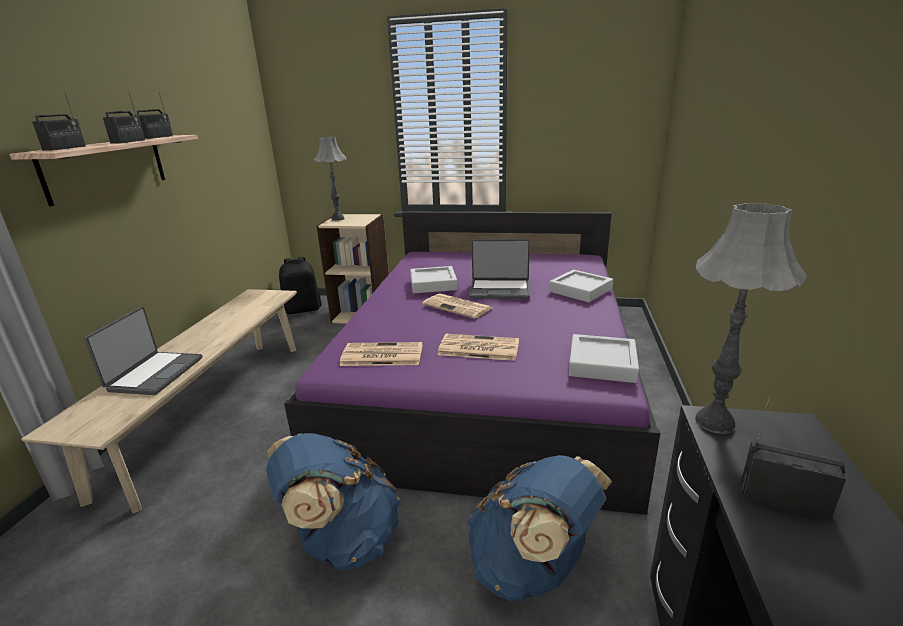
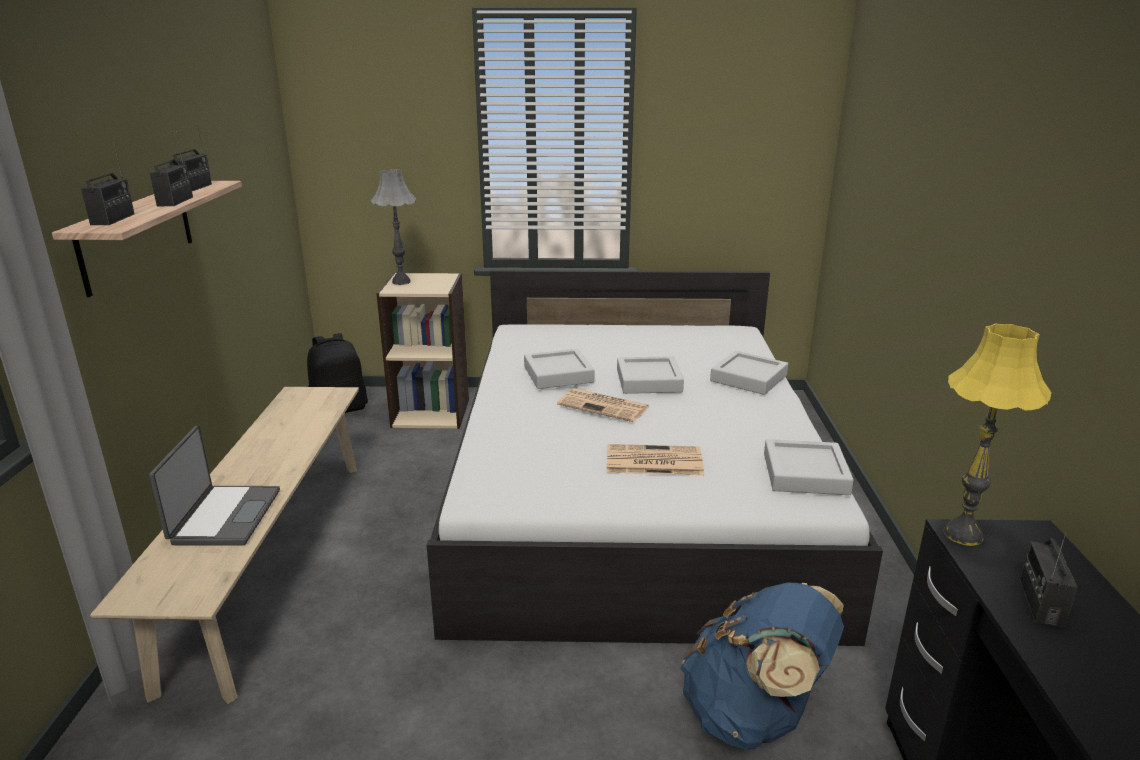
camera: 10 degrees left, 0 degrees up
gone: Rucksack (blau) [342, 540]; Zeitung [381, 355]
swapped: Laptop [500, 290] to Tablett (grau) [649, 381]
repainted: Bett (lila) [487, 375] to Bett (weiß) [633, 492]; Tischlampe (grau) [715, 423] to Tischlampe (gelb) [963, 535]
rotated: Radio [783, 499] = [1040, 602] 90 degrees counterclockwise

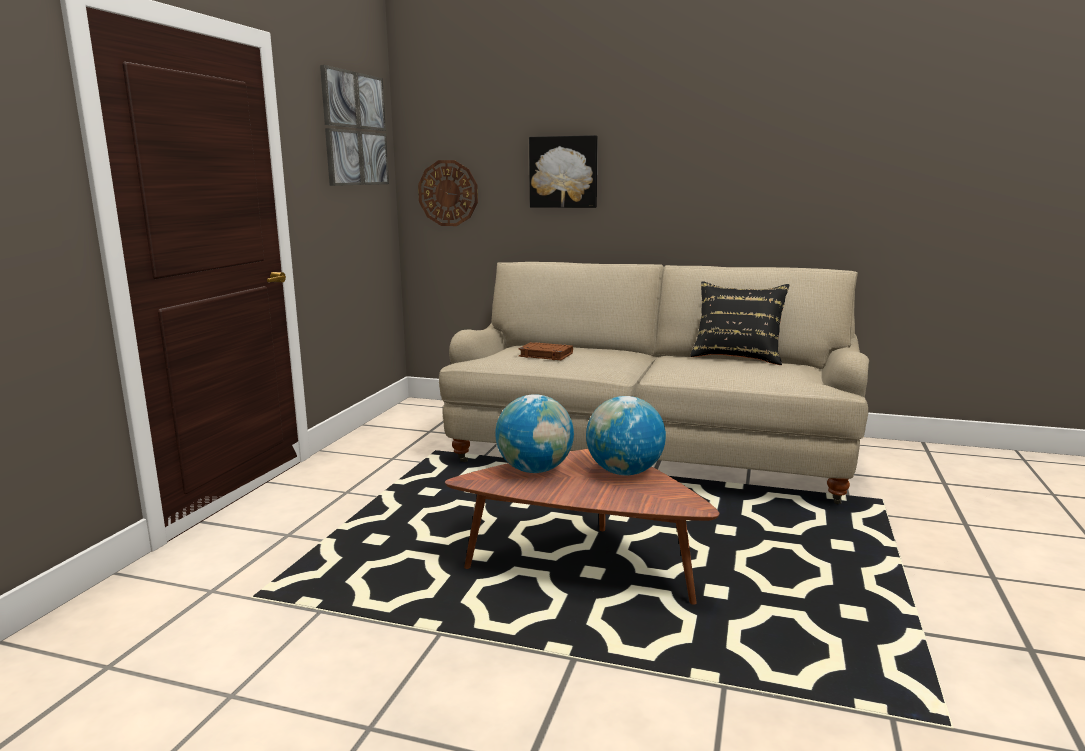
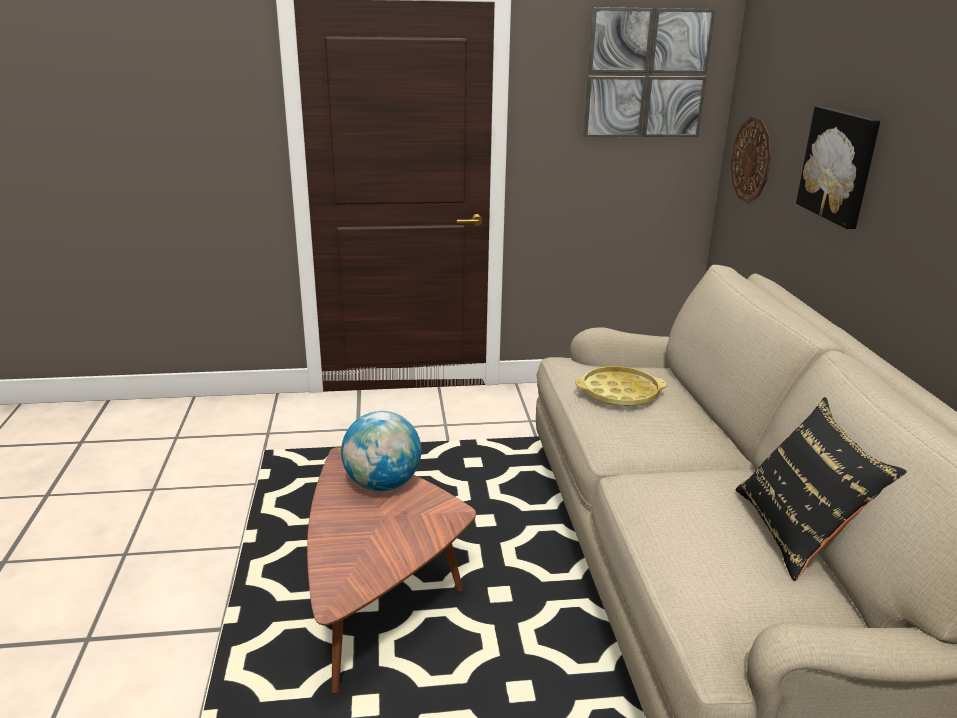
camera: 65 degrees right, 10 degrees up
gone: Globus [624, 472]
swapped: Buch (braun) [545, 355] to Tablett (gelb) [619, 393]

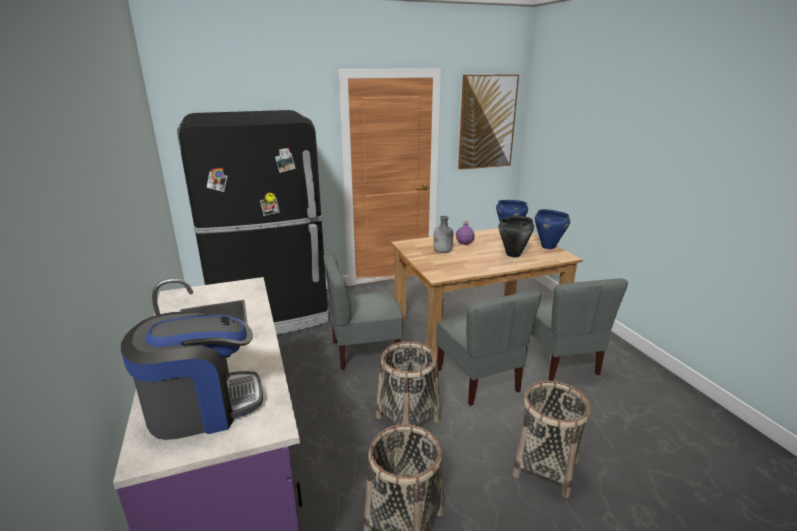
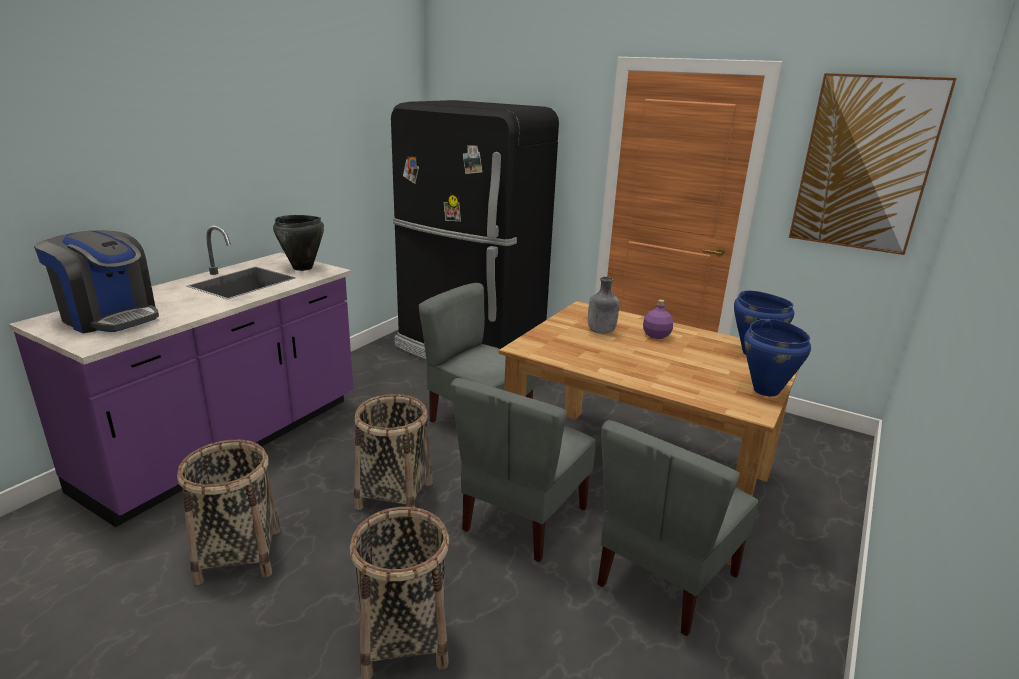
camera: 50 degrees right, 0 degrees up
shifted: Kochtopf (schwarz) [513, 254] to [303, 268]

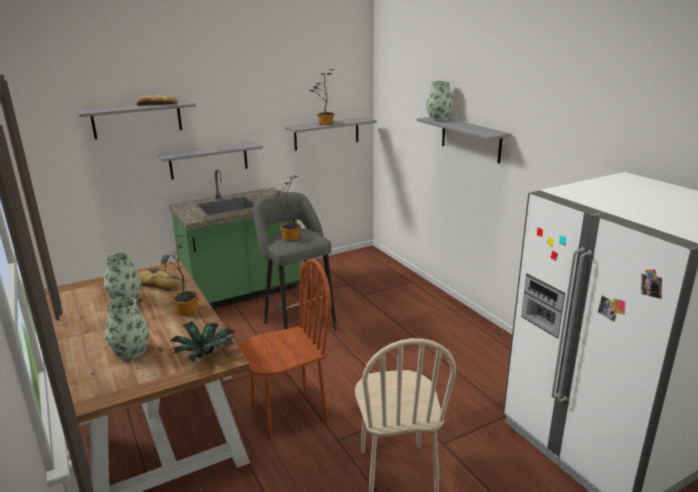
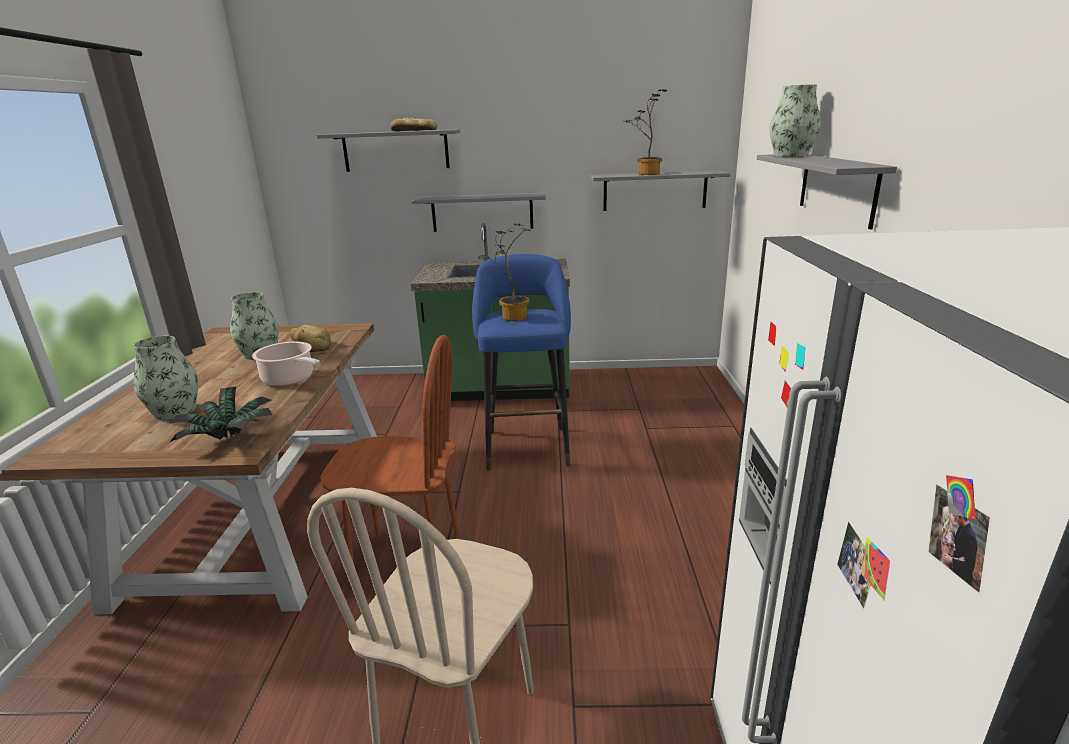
camera: 30 degrees right, 0 degrees up
swapped: Topfpflanze [183, 311] to Kochtopf [290, 379]
repainted: Hocker (grau) [297, 324] to Hocker (blau) [527, 445]

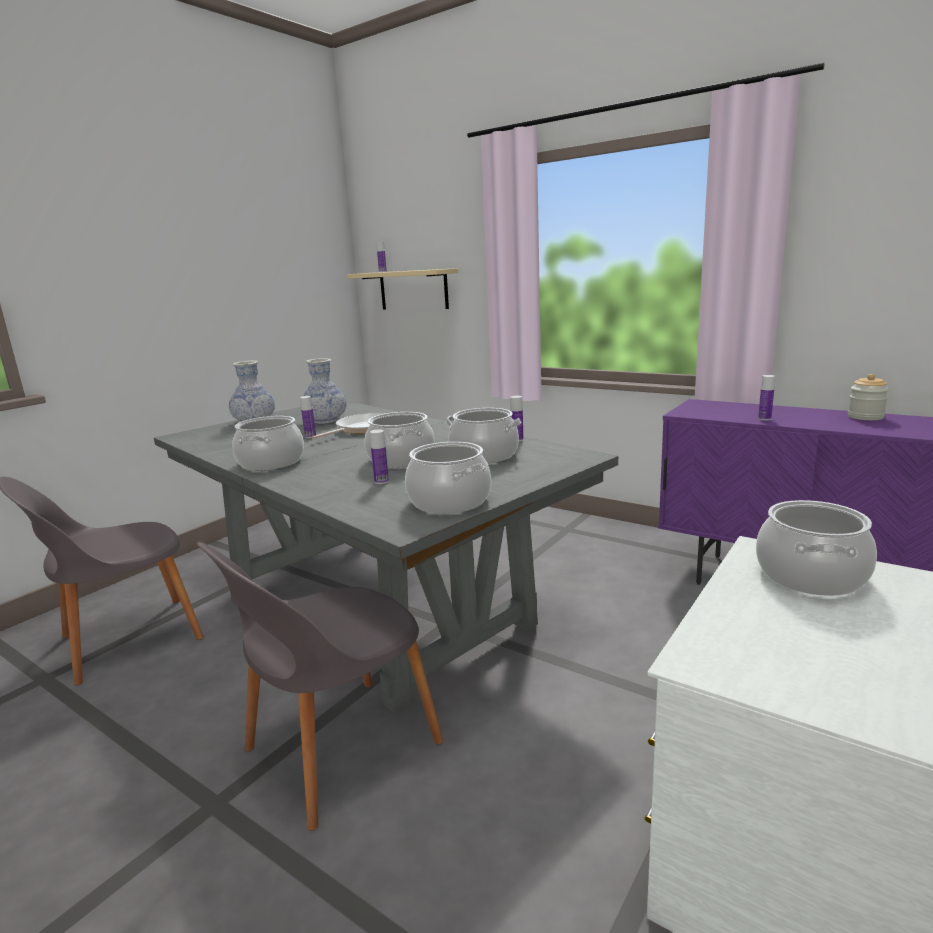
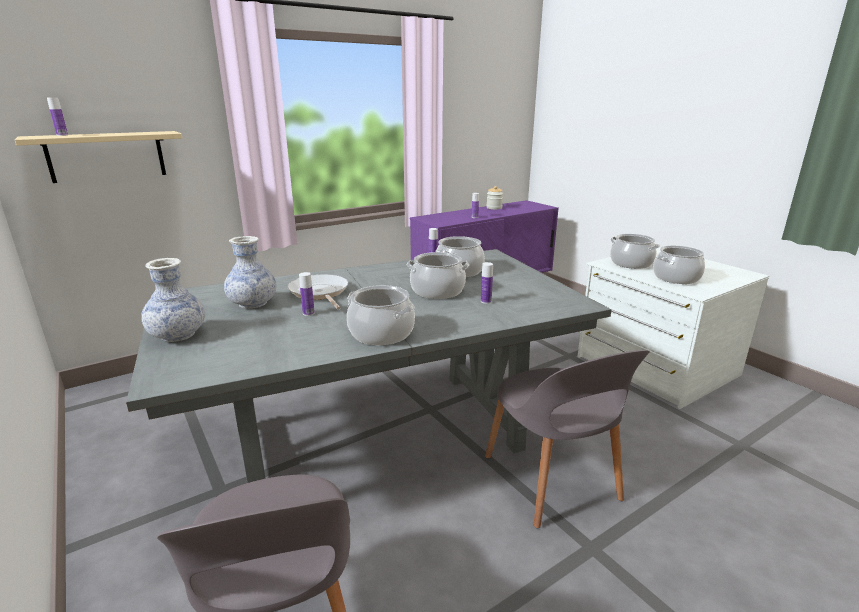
camera: 70 degrees left, 5 degrees up
shifted: Kochtopf [448, 501] to [676, 278]

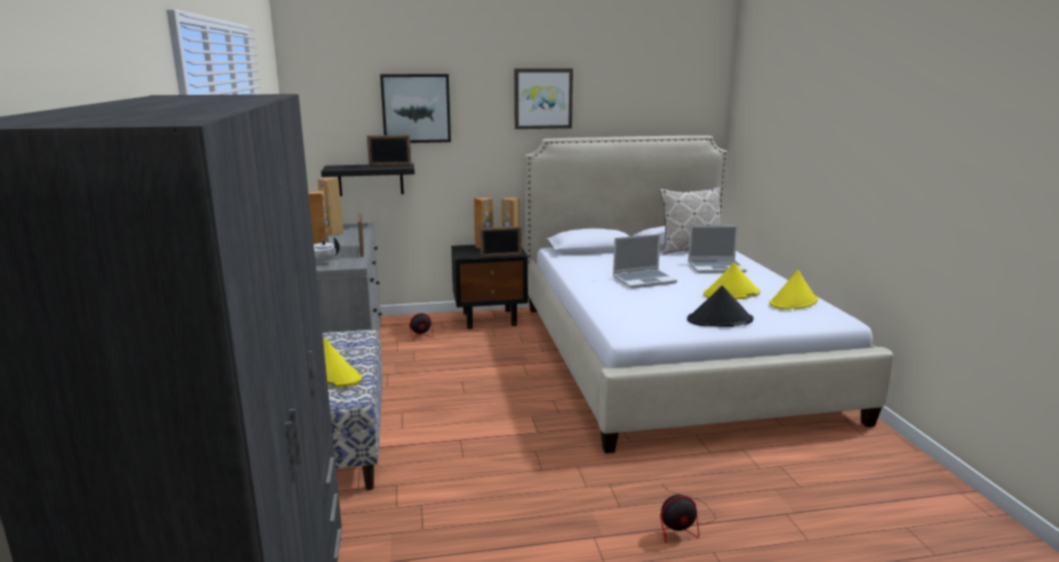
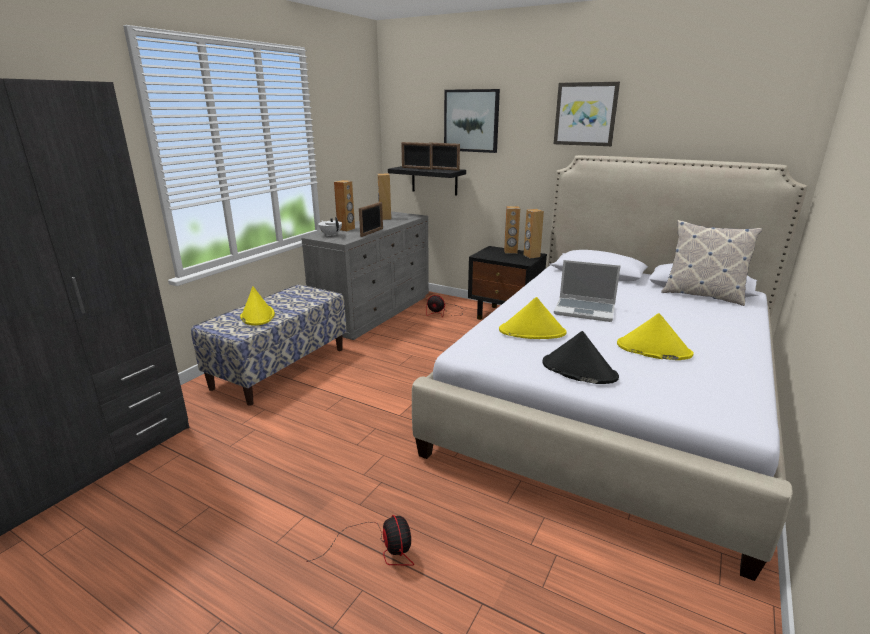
camera: 40 degrees right, 5 degrees up
gone: Laptop [716, 267]
shifted: Bilderrahmen [501, 256] to [416, 168]; Hut (gelb) [793, 302] to [532, 332]
rotated: Ventilator [682, 523] = [380, 549] 135 degrees counterclockwise

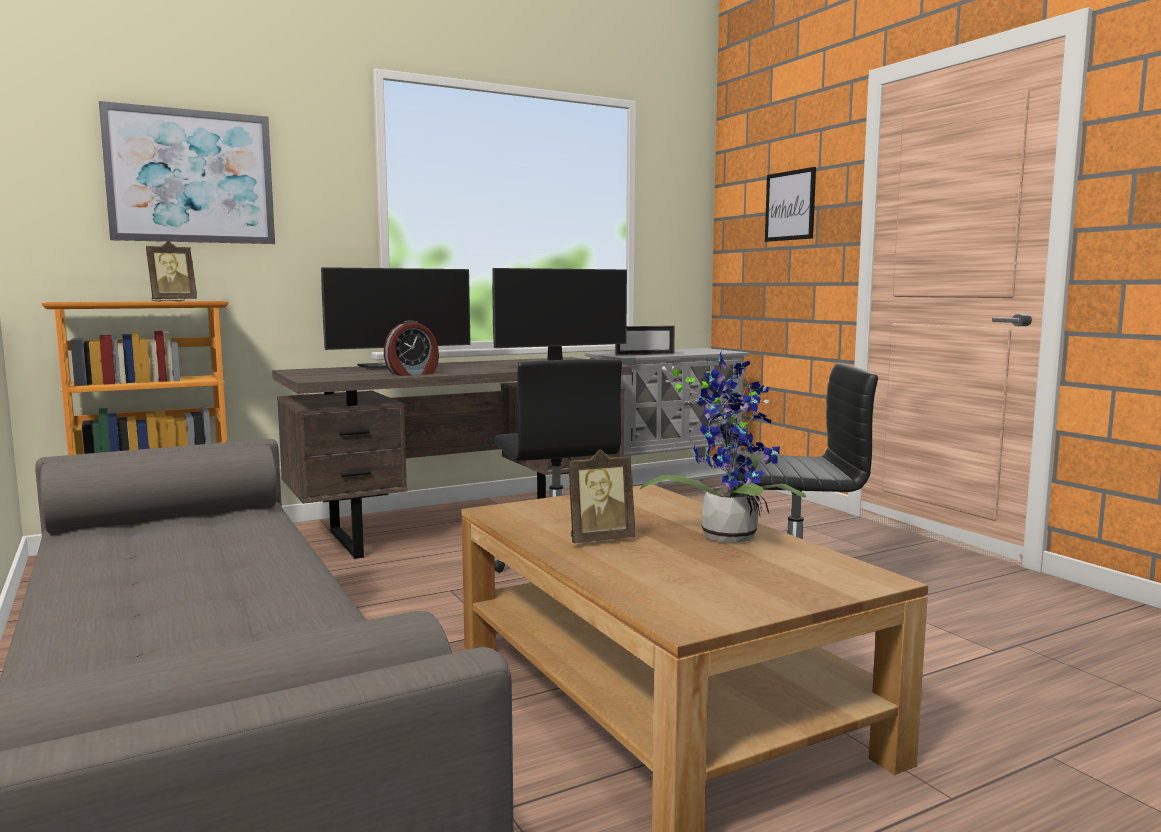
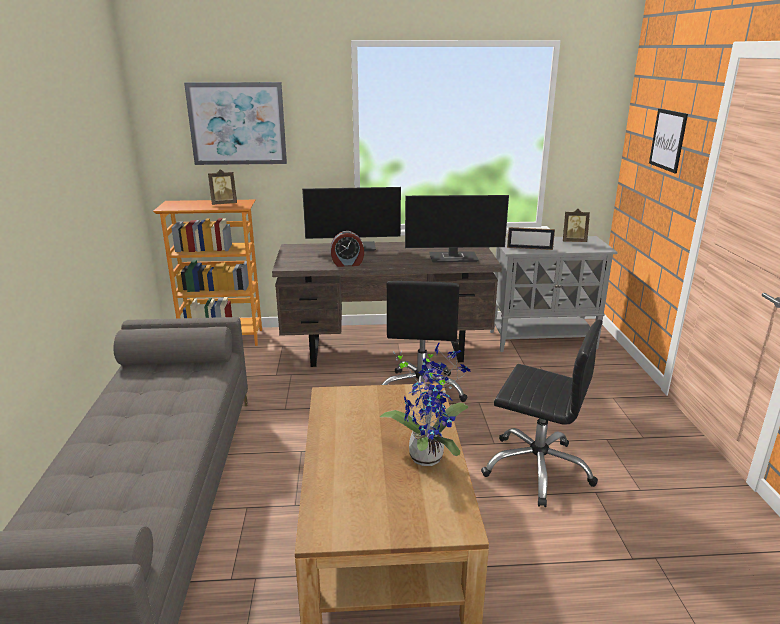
camera: 25 degrees right, 15 degrees up
shifted: Bilderrahmen [599, 539] to [573, 241]

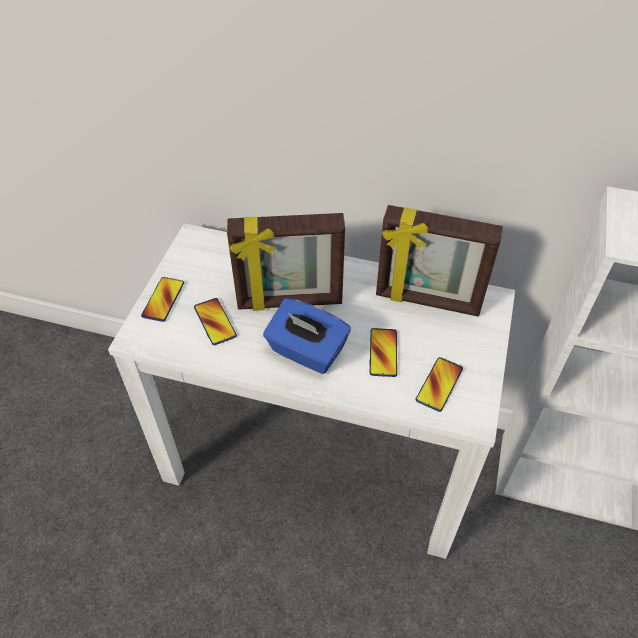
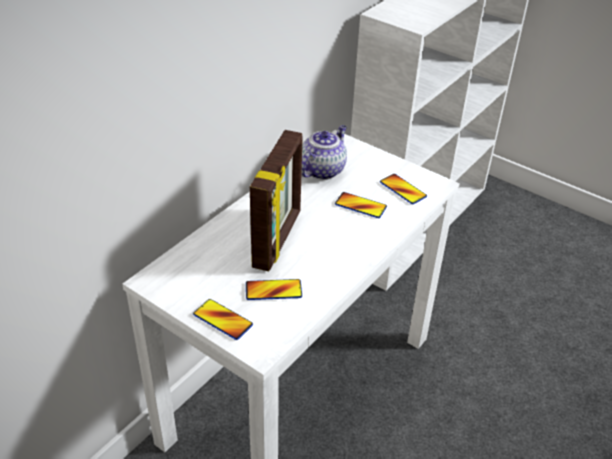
camera: 70 degrees left, 10 degrees down
gone: Taschentuchbox (blau) [306, 351]
swapped: Bilderrahmen [427, 301] to Teekanne [322, 170]

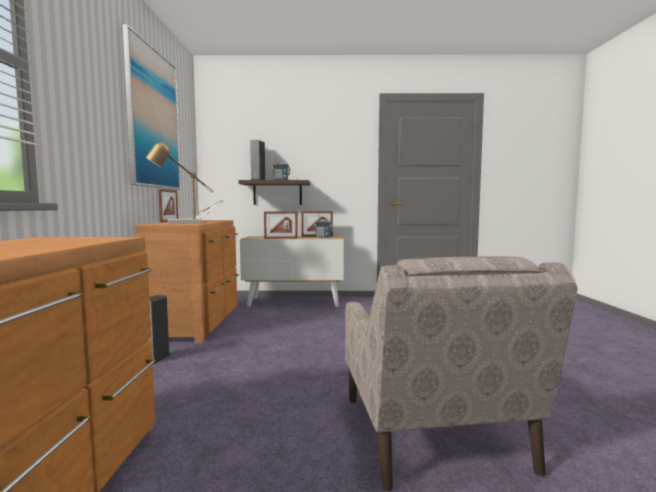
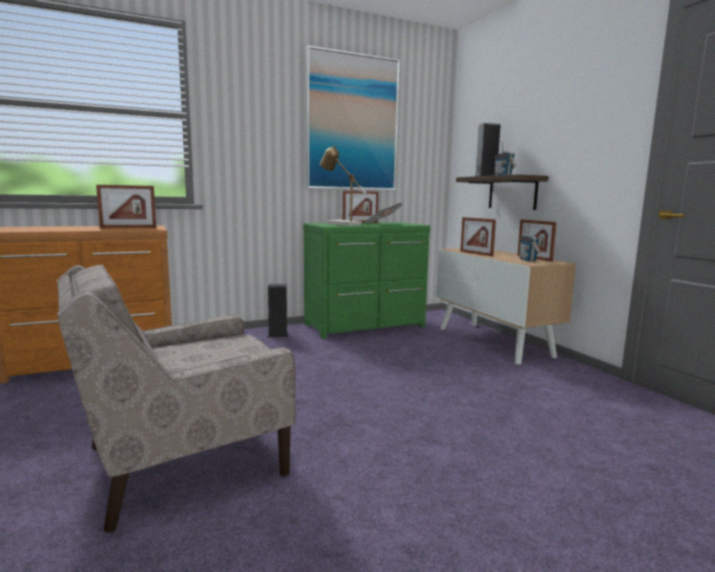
camera: 65 degrees right, 5 degrees up
new: Bilderrahmen [128, 227]
repainted: Kommode (braun) [198, 323] to Kommode (grün) [366, 326]

